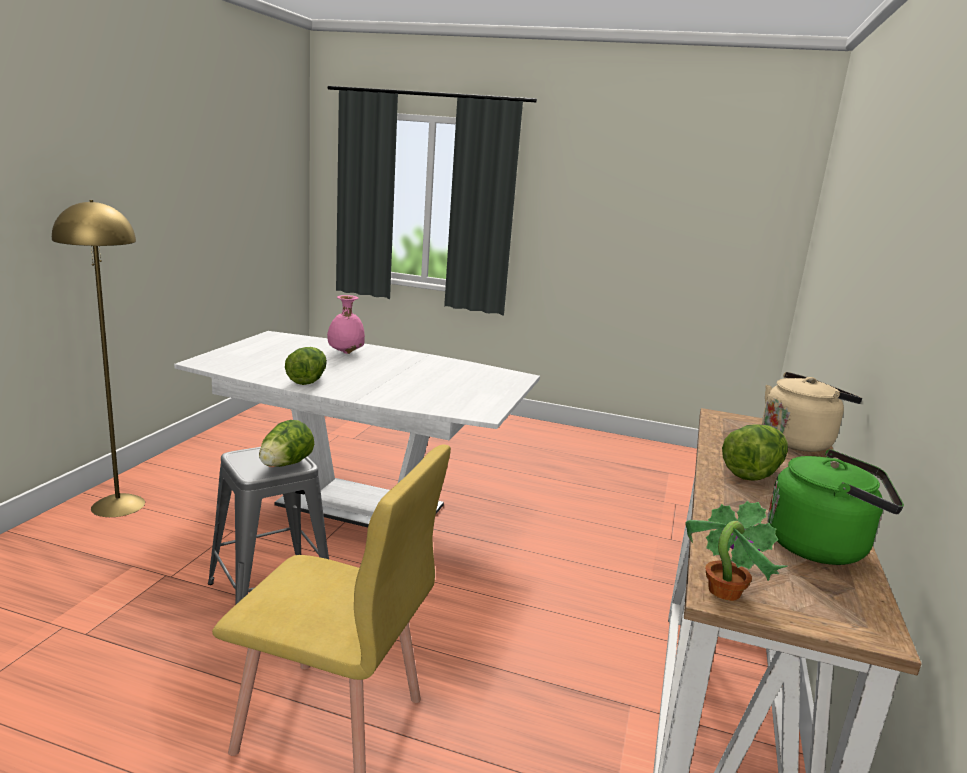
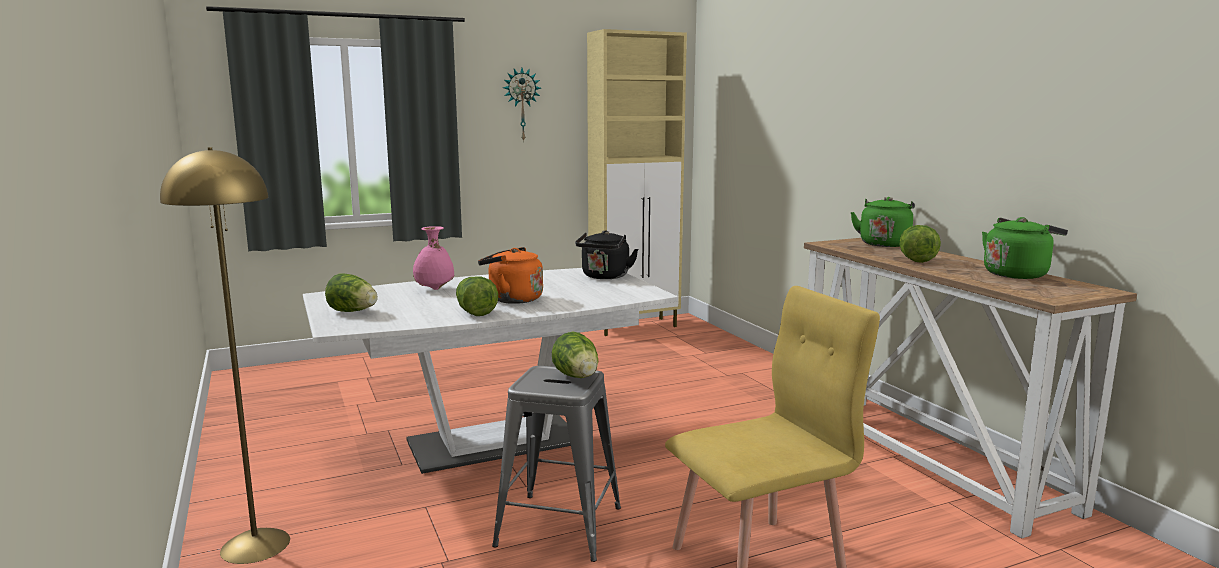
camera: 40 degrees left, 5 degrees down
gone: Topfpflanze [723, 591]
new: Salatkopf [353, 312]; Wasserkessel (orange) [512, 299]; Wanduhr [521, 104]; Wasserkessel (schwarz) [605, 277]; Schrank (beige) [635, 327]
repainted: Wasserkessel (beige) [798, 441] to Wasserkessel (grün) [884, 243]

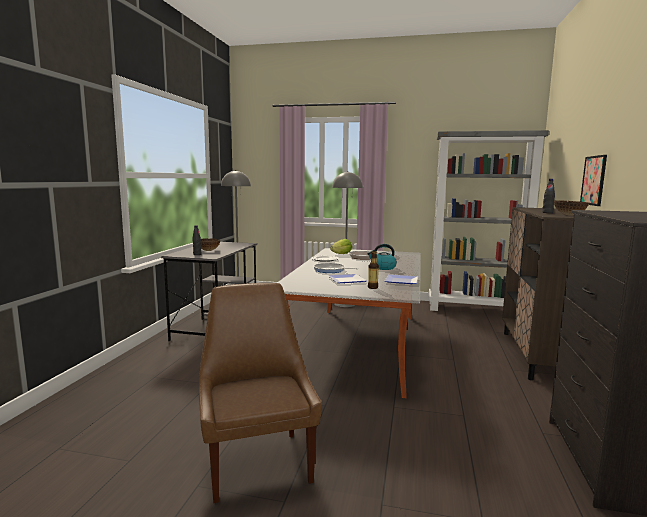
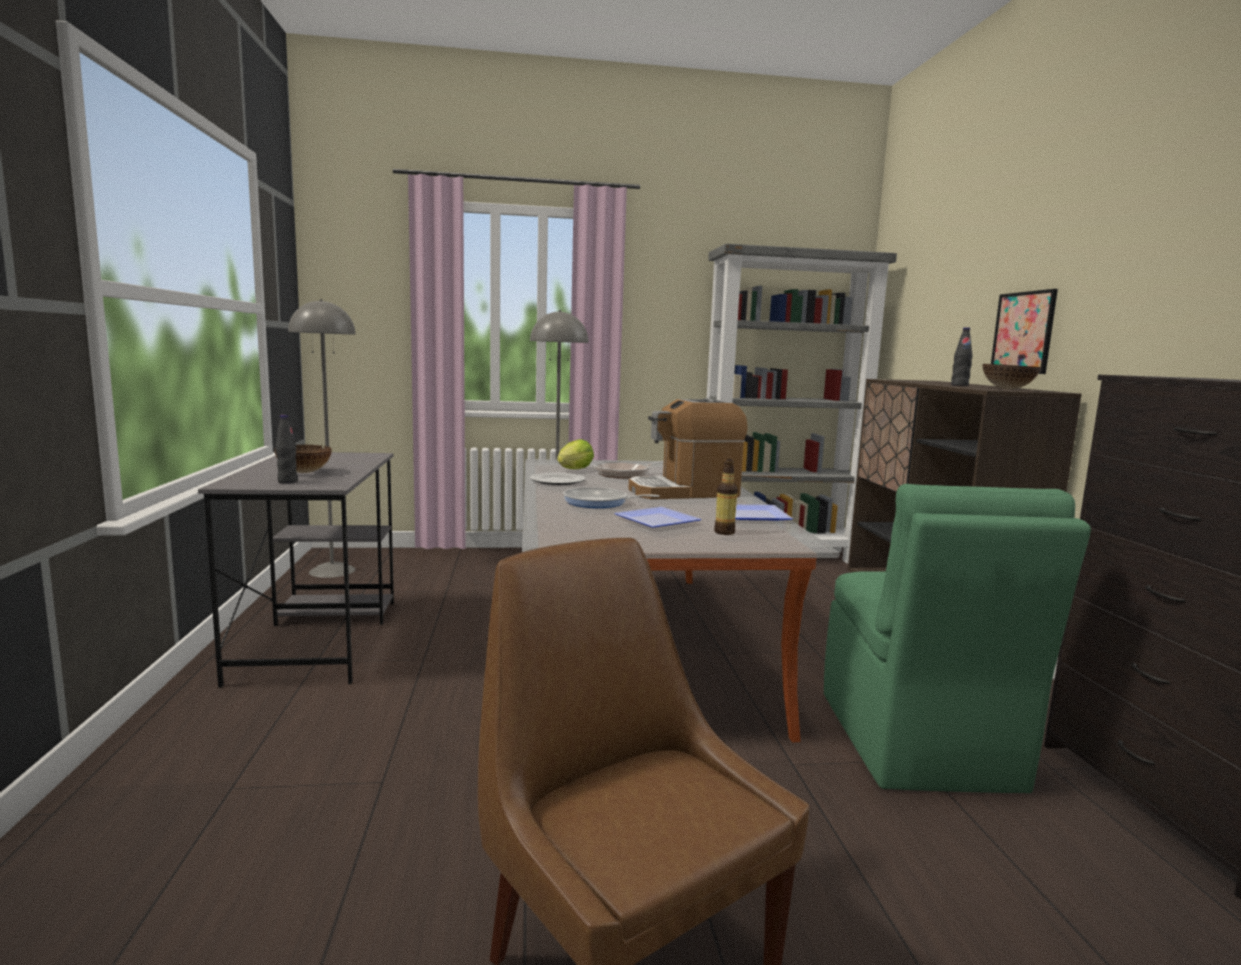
camera: 20 degrees left, 0 degrees up
new: Stuhl (grün) [917, 742]
swapped: Wasserkessel [382, 268] to Kaffeemaschine [684, 492]

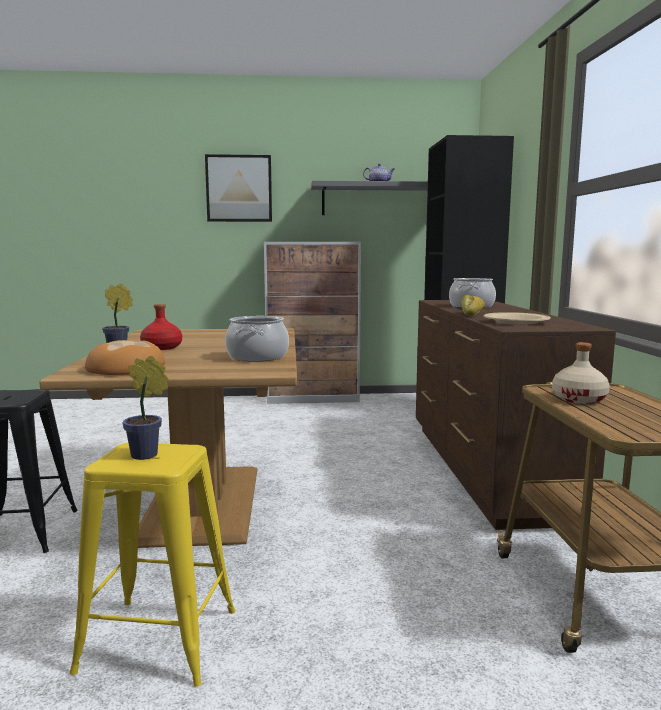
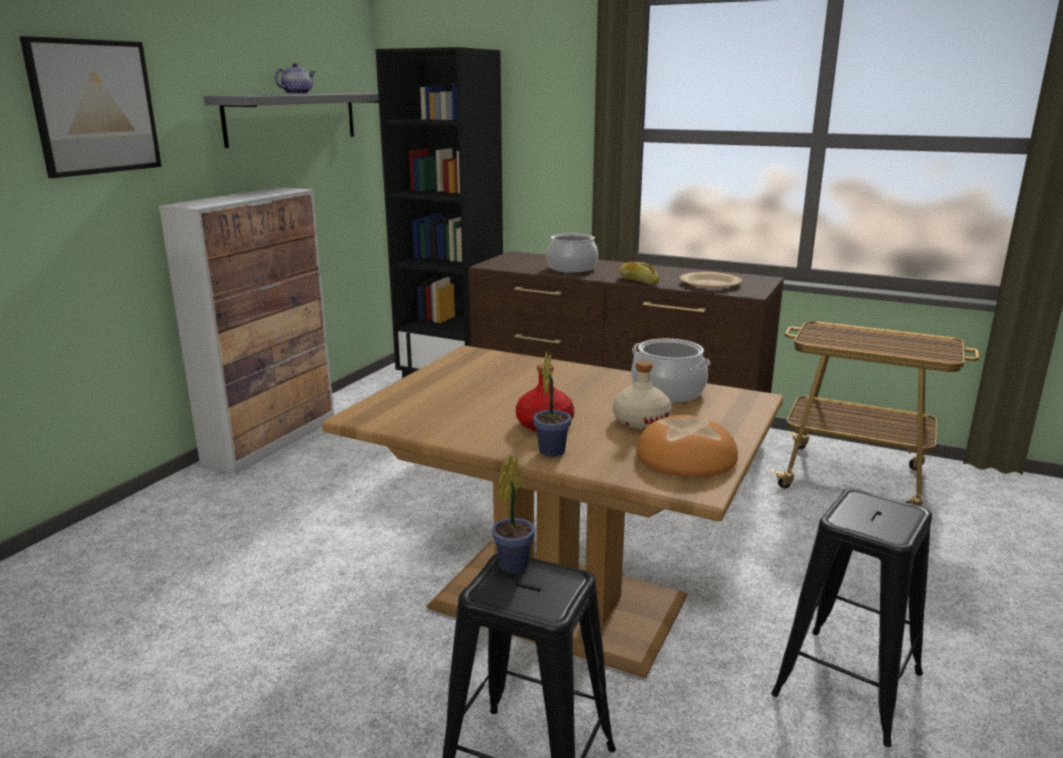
camera: 60 degrees left, 10 degrees up
shifted: Topfpflanze [148, 455] to [515, 563]; Flasche (beige) [579, 399] to [640, 421]
repainted: Hocker (gelb) [159, 640] to Hocker (schwarz) [848, 684]

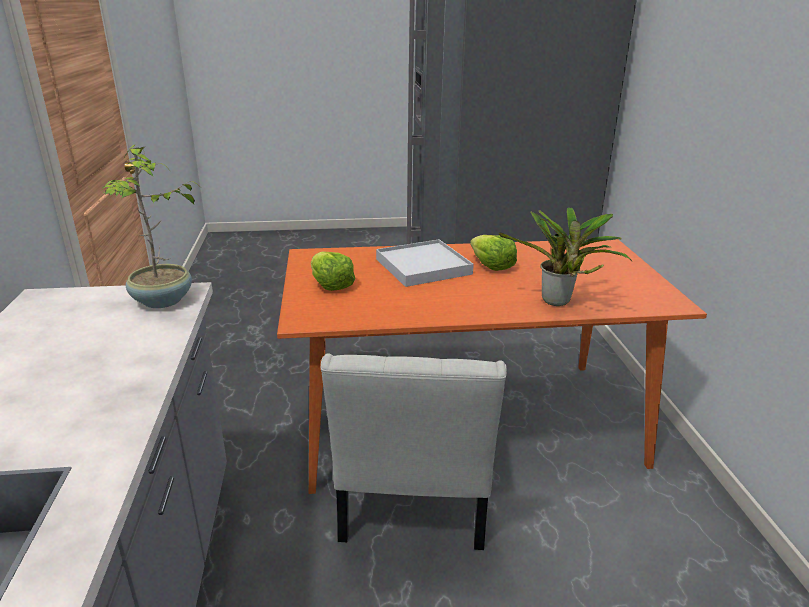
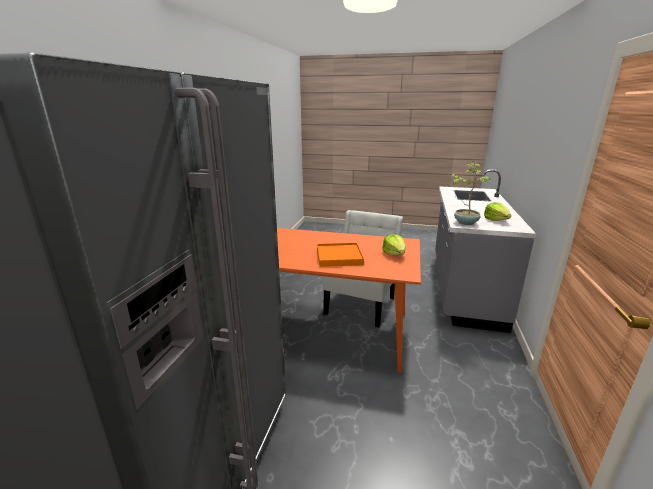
camera: 160 degrees left, 5 degrees down
gone: Topfpflanze [558, 303]
shifted: Salatkopf [491, 266] to [496, 220]
repainted: Tablett (weiß) [423, 267] to Tablett (orange) [339, 257]

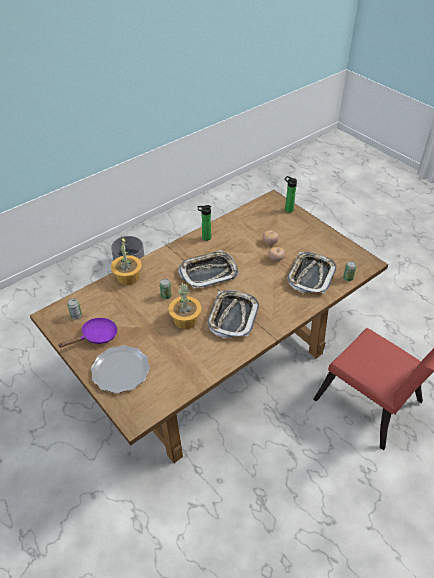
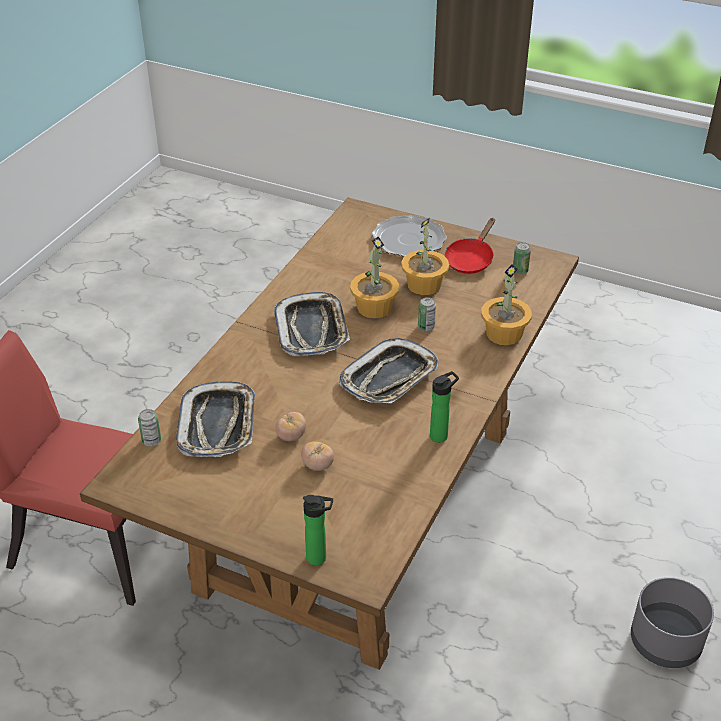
camera: 155 degrees right, 5 degrees down
new: Topfpflanze [424, 285]
repainted: Pfanne (lila) [96, 336] to Pfanne (rot) [470, 259]

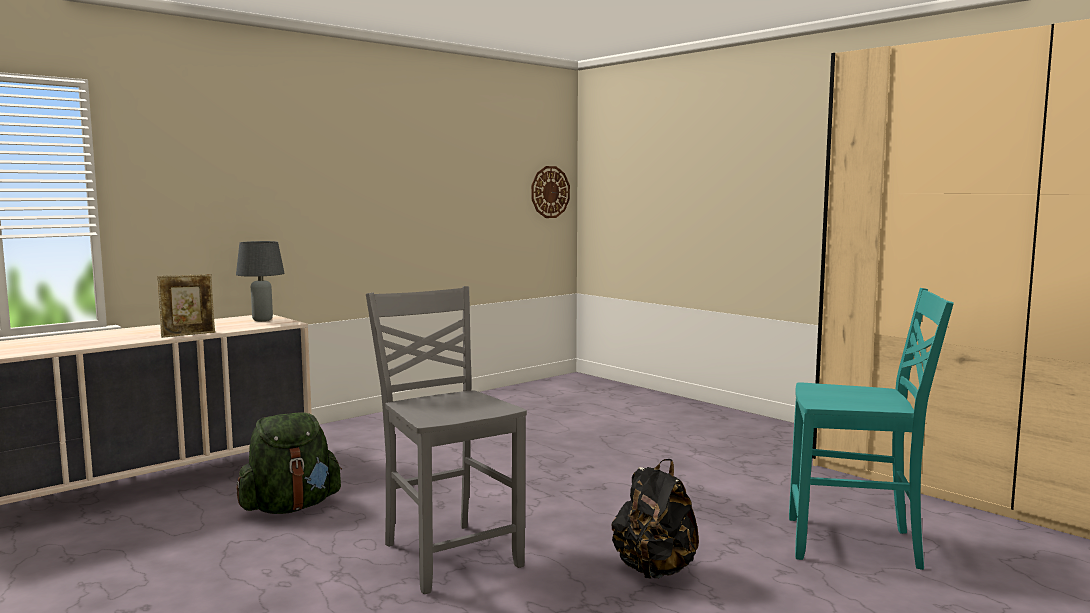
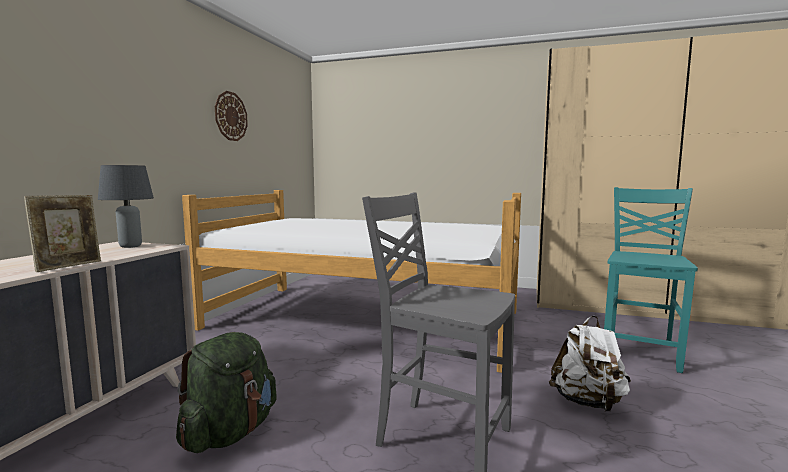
camera: 30 degrees left, 0 degrees up
new: Bett [363, 319]
shifted: Wanduhr [550, 192] to [231, 116]
repainted: Rucksack (schwarz) [655, 570] to Rucksack (weiß) [588, 402]
rotated: Stuhl (türkis) [855, 544] = [640, 351] 45 degrees counterclockwise

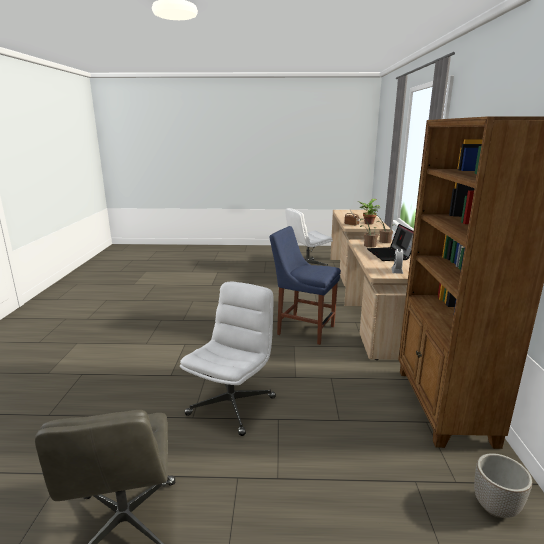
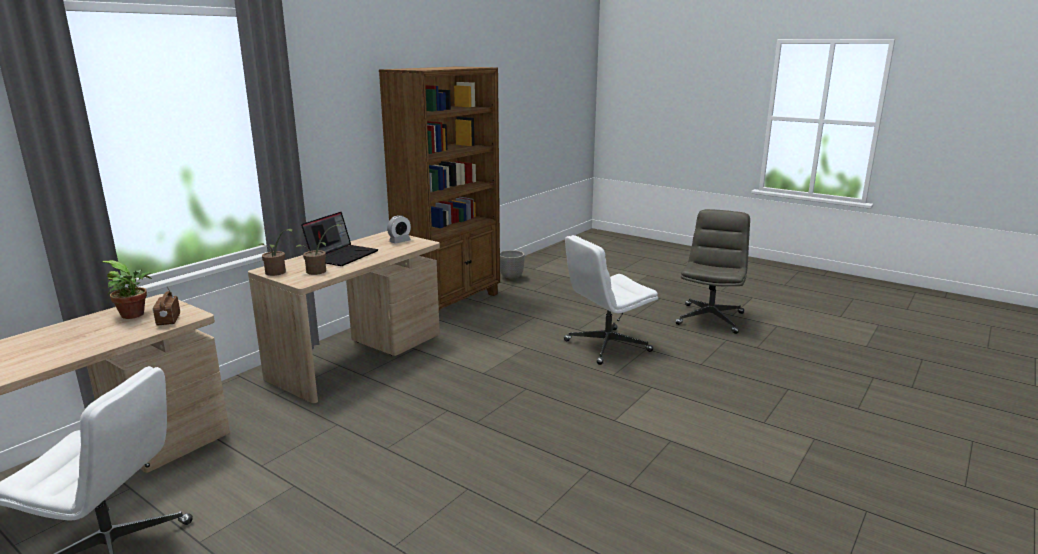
camera: 145 degrees left, 0 degrees up
gone: Stuhl (blau) [303, 329]

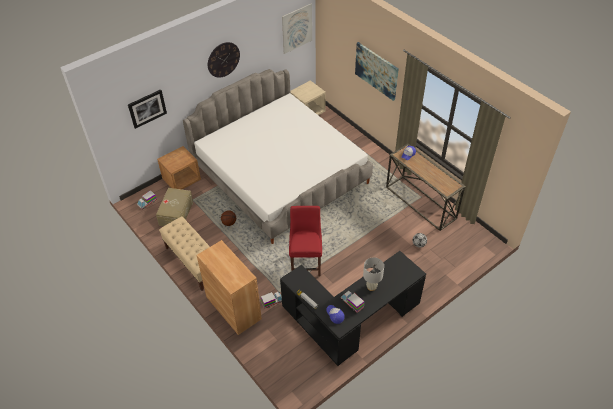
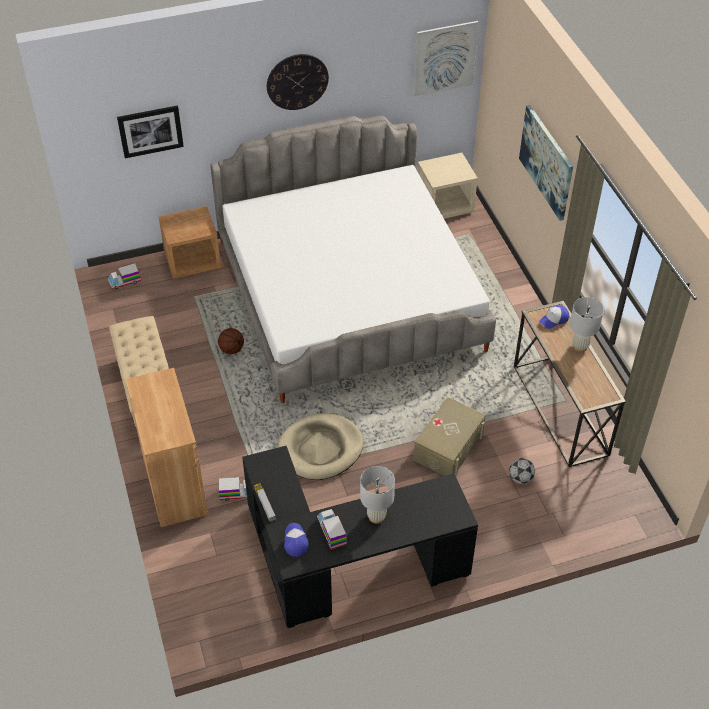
camera: 20 degrees right, 0 degrees up
new: Tischlampe (weiß) [580, 346]
shifted: Aufbewahrungsbox (beige) [176, 213] to [448, 446]
swapped: Stuhl (rot) [306, 262] to Hundebett (beige) [320, 449]

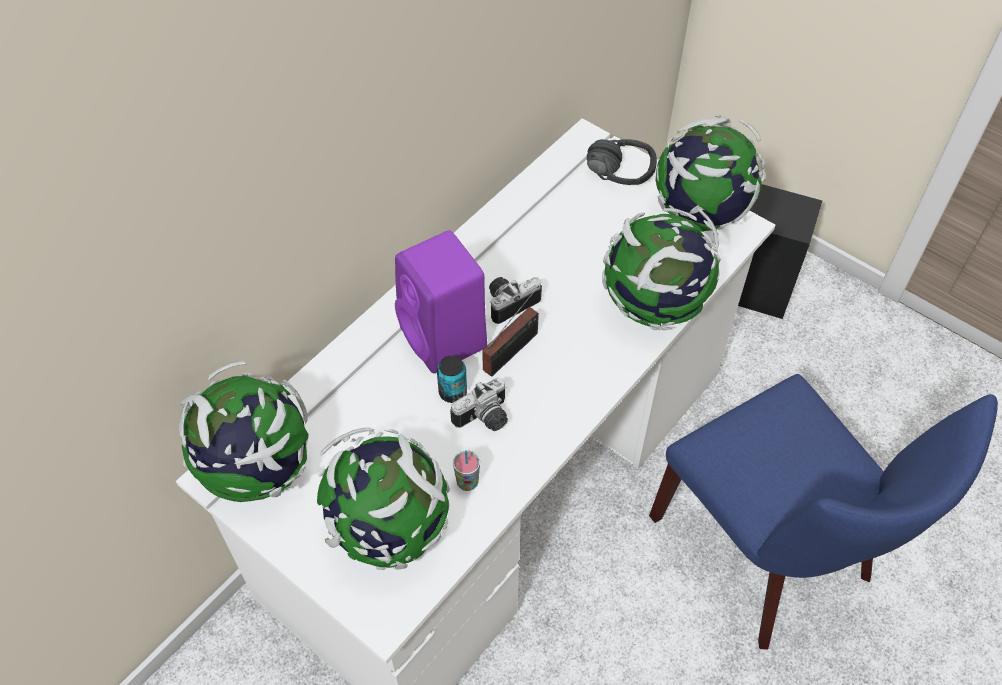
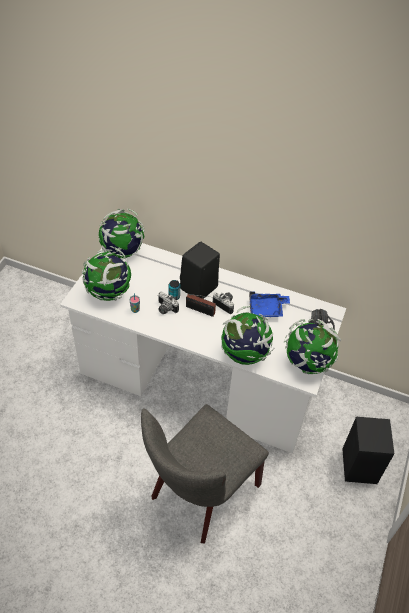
camera: 70 degrees right, 5 degrees down
new: Tablett (blau) [267, 309]
repainted: Stuhl (blau) [771, 555] to Stuhl (grau) [200, 495]; Lautsprecher (lila) [445, 339] to Lautsprecher (schwarz) [198, 288]

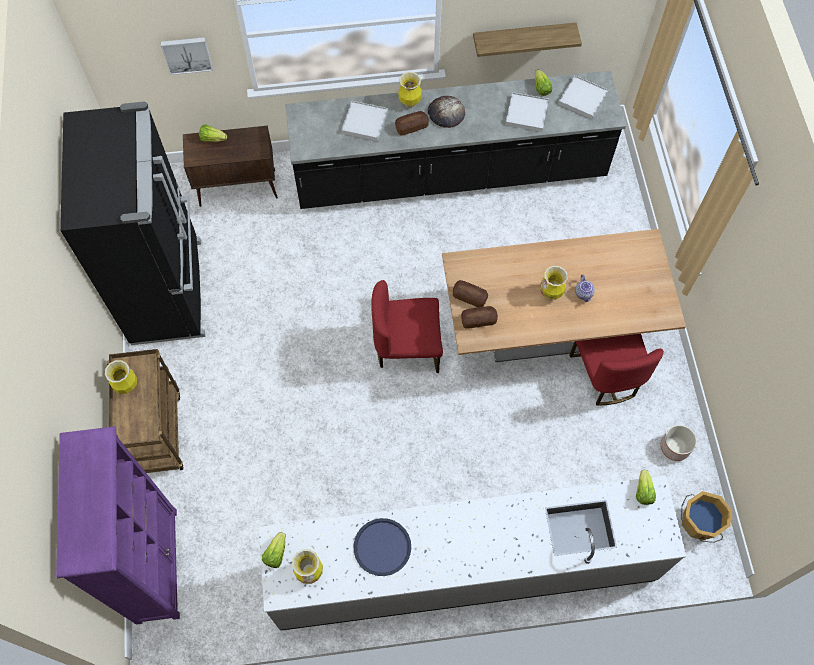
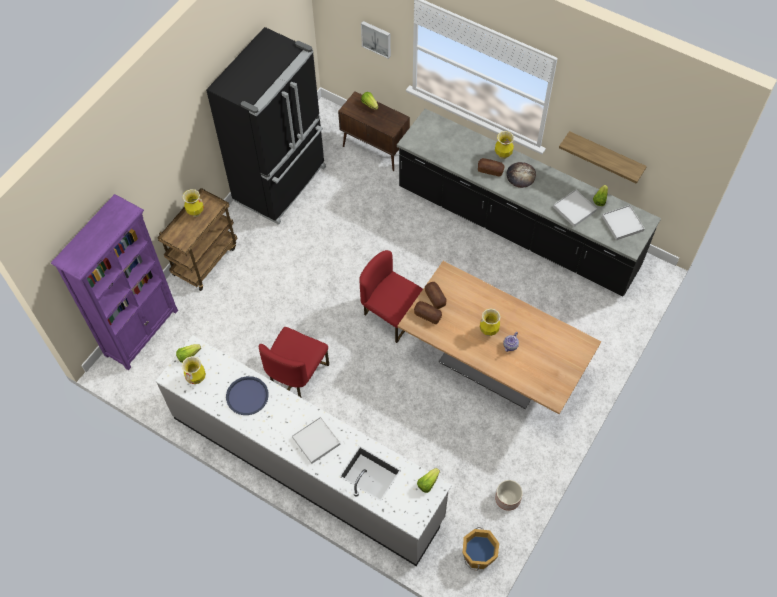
camera: 40 degrees right, 5 degrees down
shifted: Stuhl (rot) [605, 375] to [297, 374]; Tablett (weiß) [364, 122] to [316, 441]

